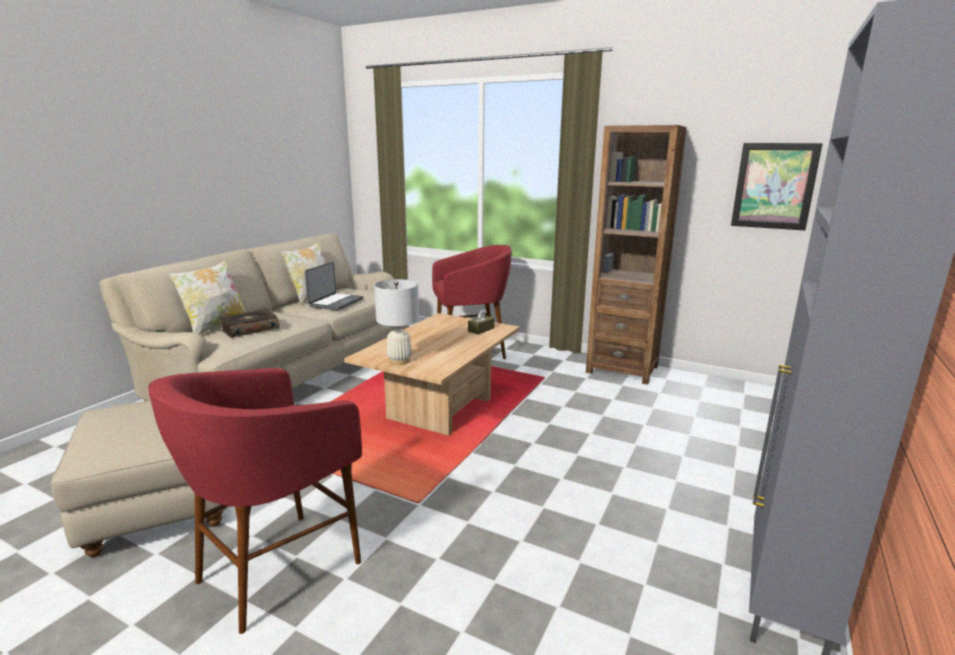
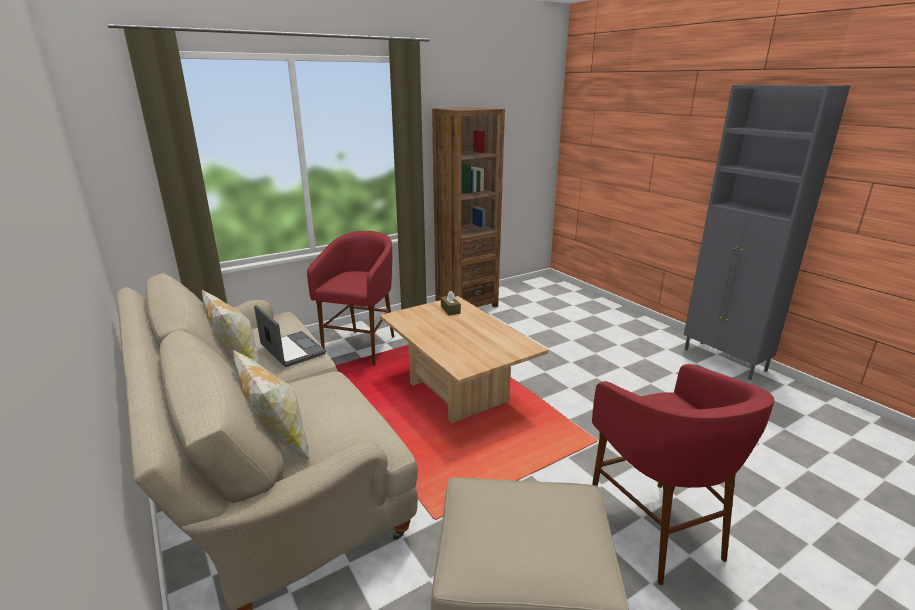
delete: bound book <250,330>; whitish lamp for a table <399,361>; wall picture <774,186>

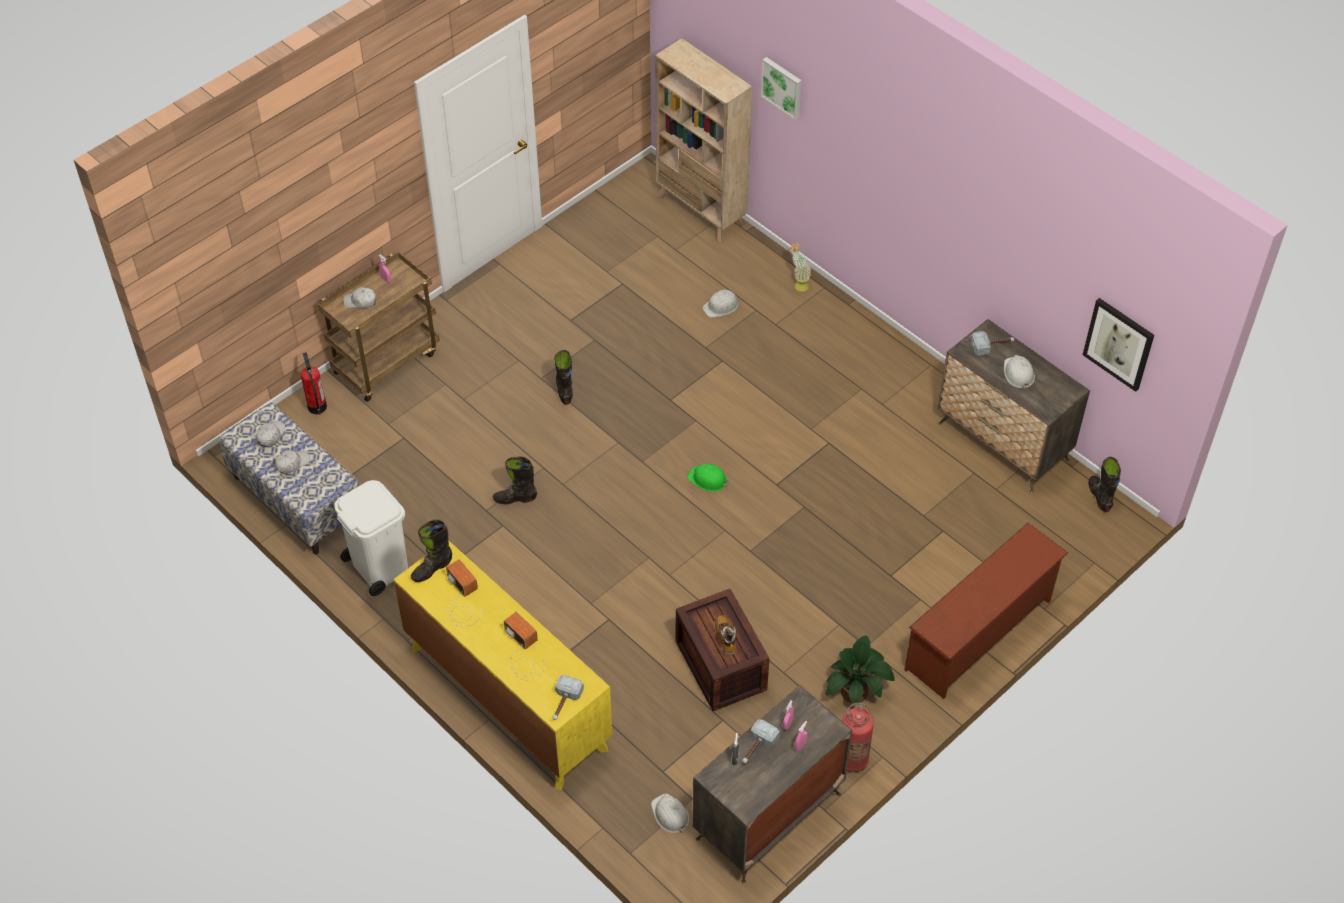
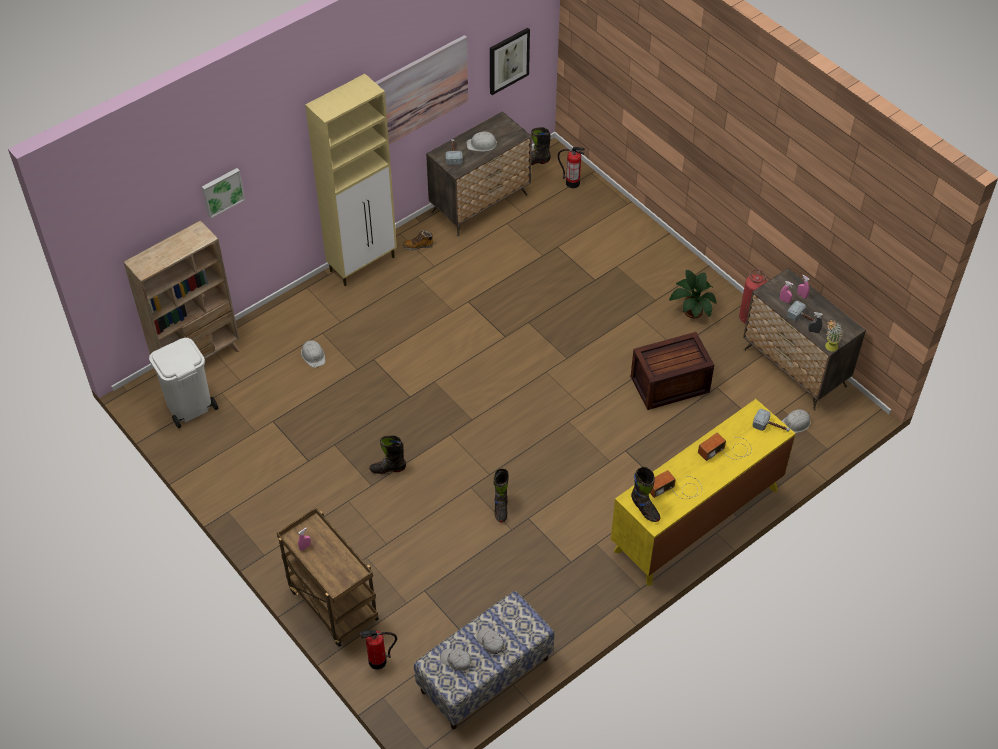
delete: whitish peaked cap <360,301>; greenish hard hat <708,479>; brown shoe shelf <979,636>
insert: sand-coloured cabinet <363,264>; wall picture <421,91>; fire-fighting cylinder <572,183>
move: whitish trash can <379,566> to <189,407>; boot <726,637> to <418,246>; potted plant <798,284> to <829,348>

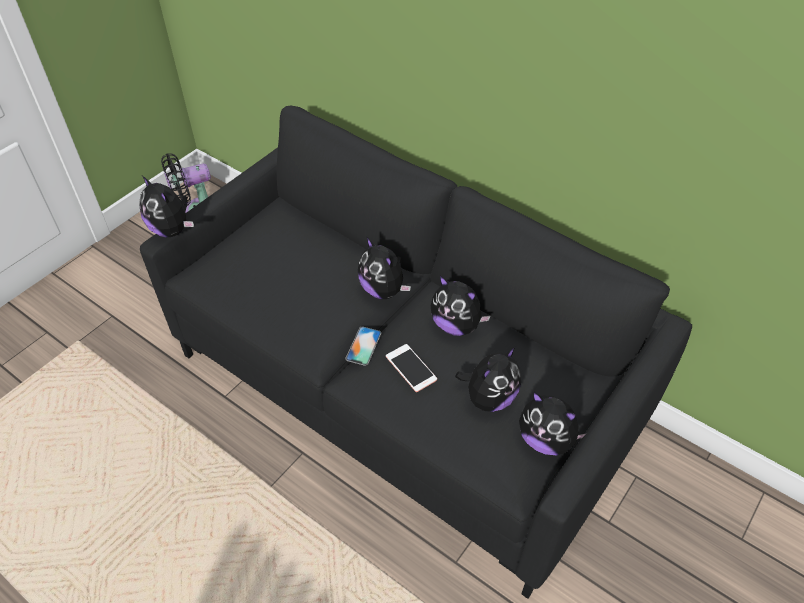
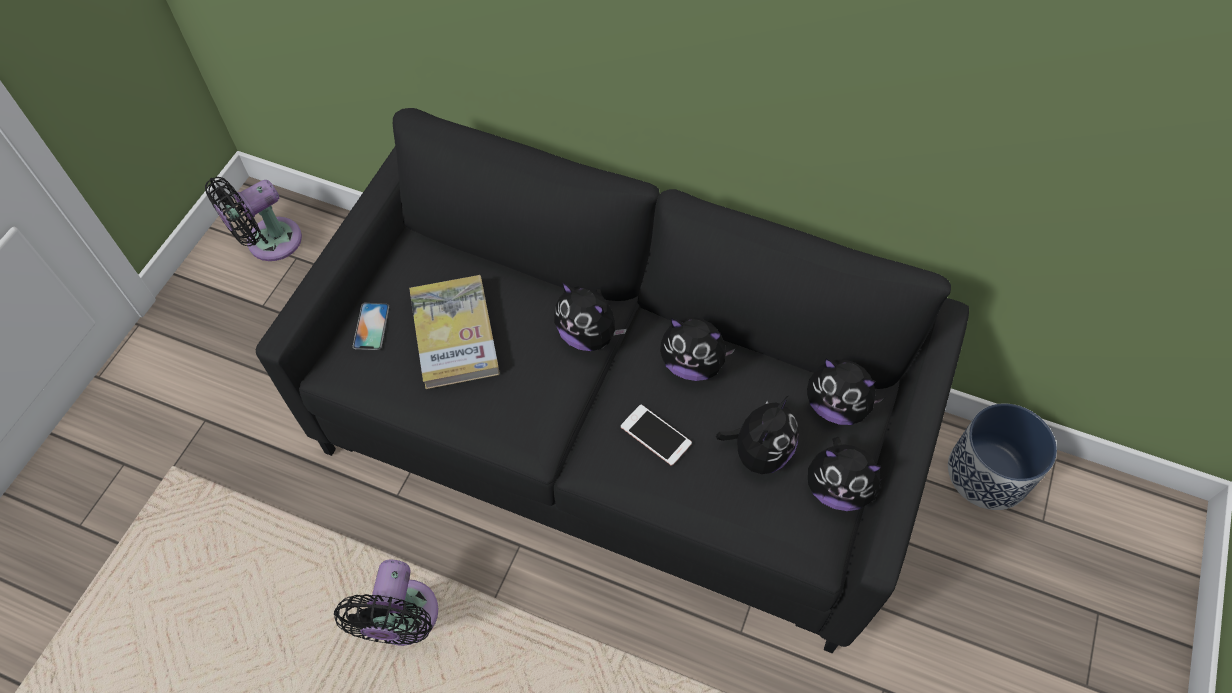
insert: blackish fan <403,621>; bound book <454,334>; flower pot <988,473>
move: soft toy <172,230> to <836,406>; phone <363,346> to <371,326>

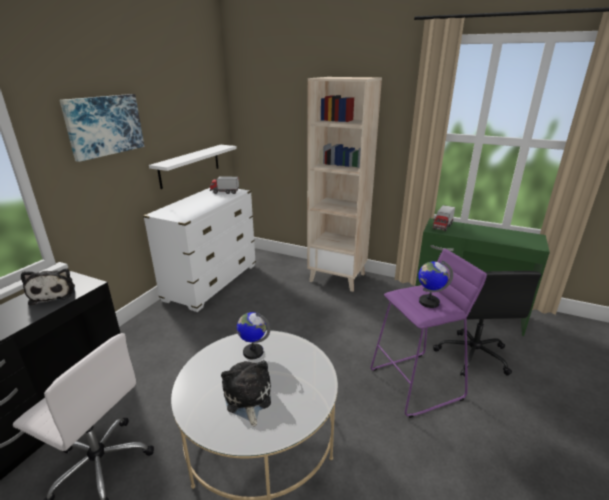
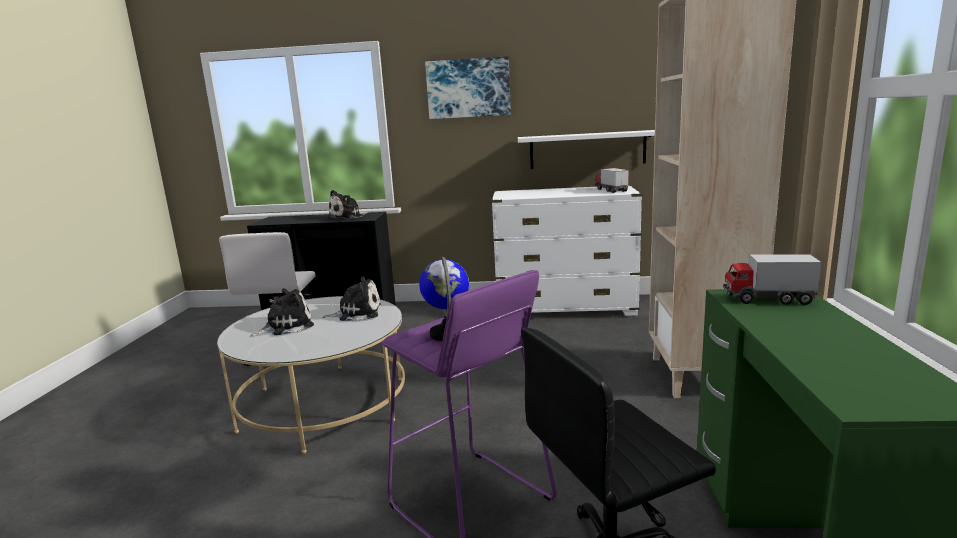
replace: desk globe <253,352> to soft toy <357,313>

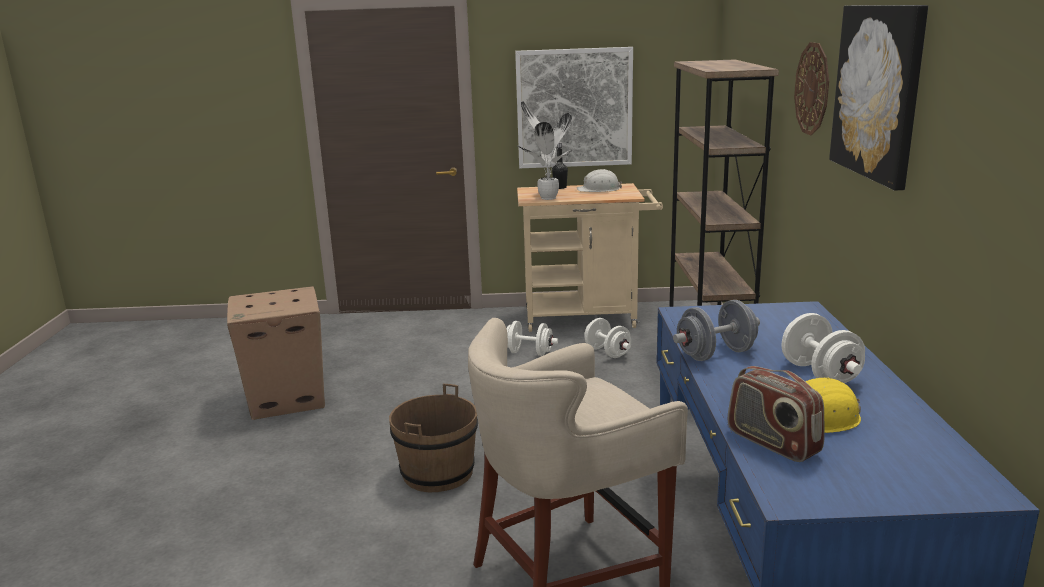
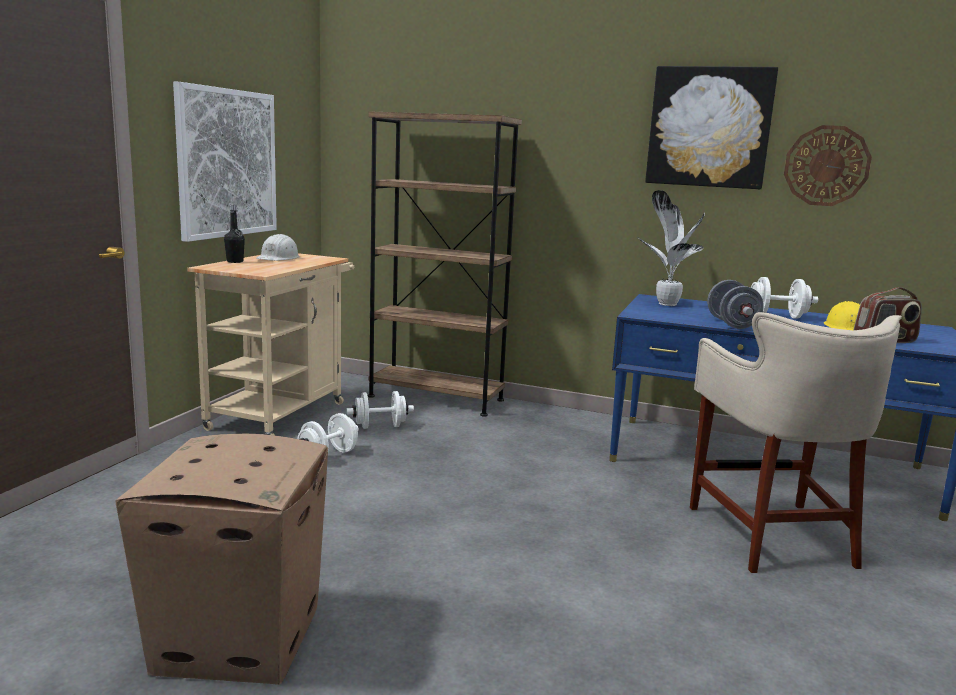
delete: brown water bucket <437,472>
move: potted plant <547,198> to <666,304>; wall clock <812,89> to <826,166>

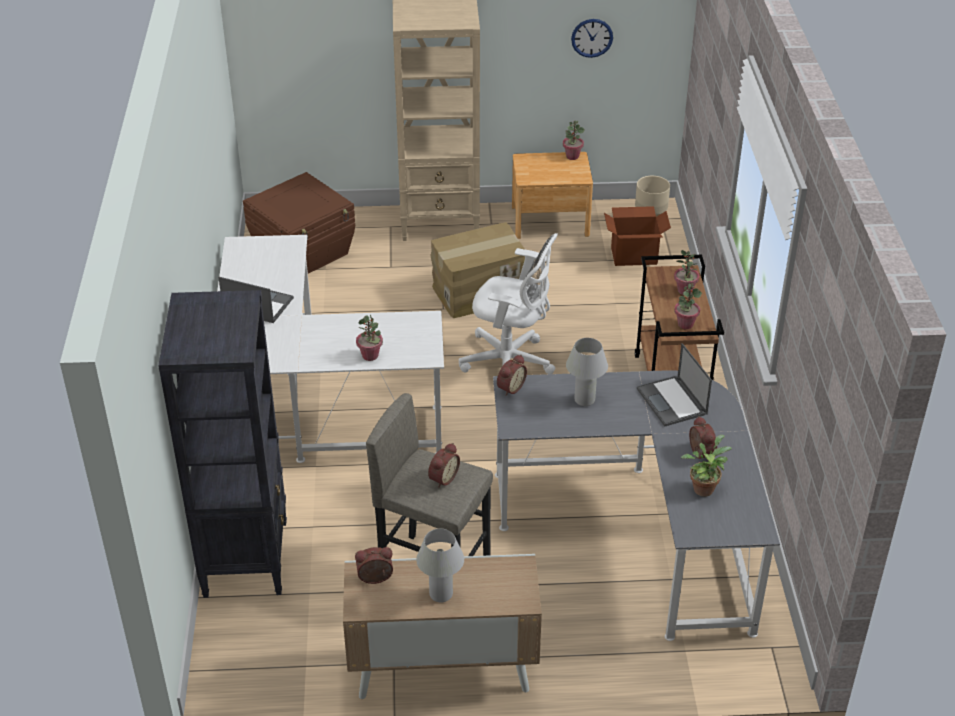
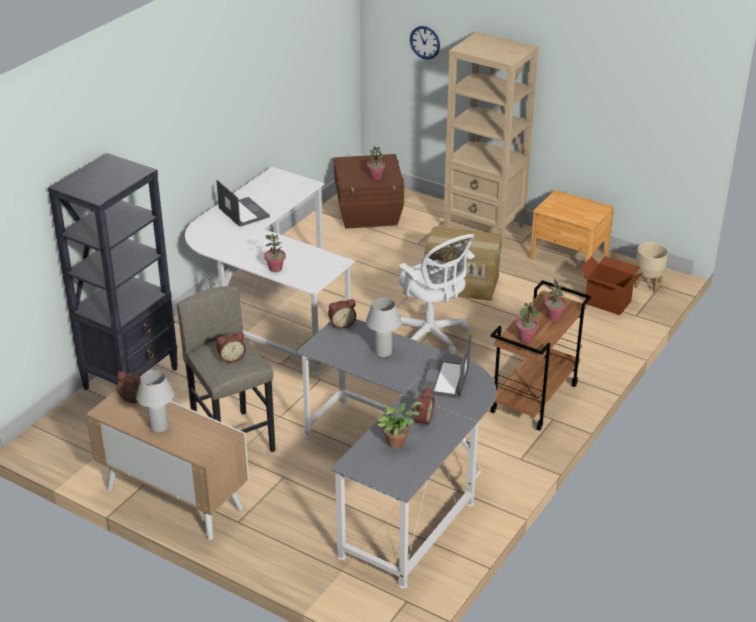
move: potted plant <572,156> to <376,177>; wall clock <592,38> to <425,42>

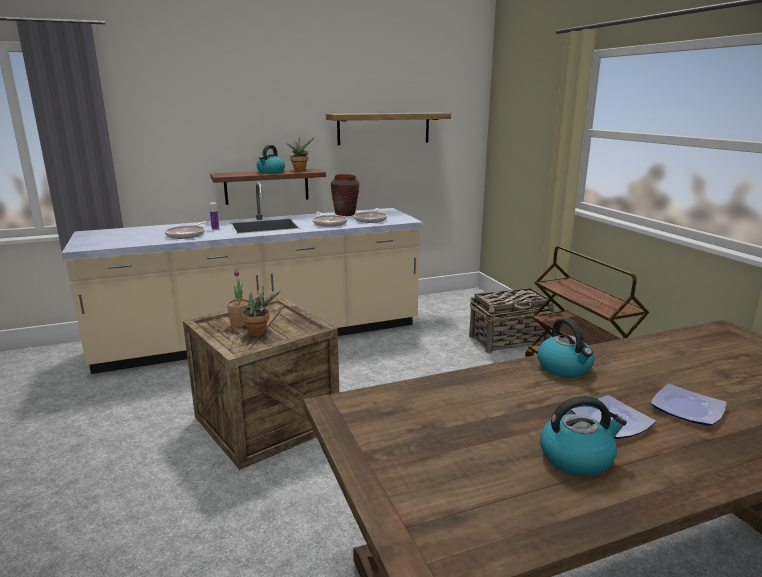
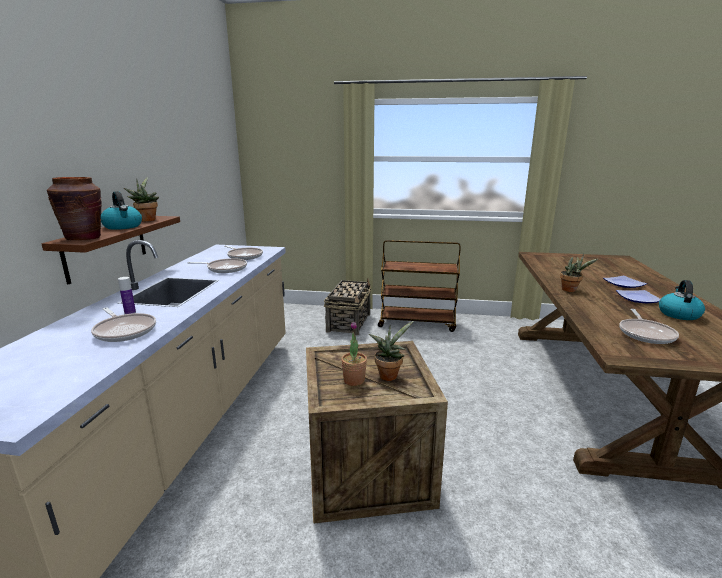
delete: bracket shelf <384,128>
insert: frying pan <645,334>
move: brown vase <345,214> to <84,238>
replace: tea kettle <565,368> to potted plant <571,290>

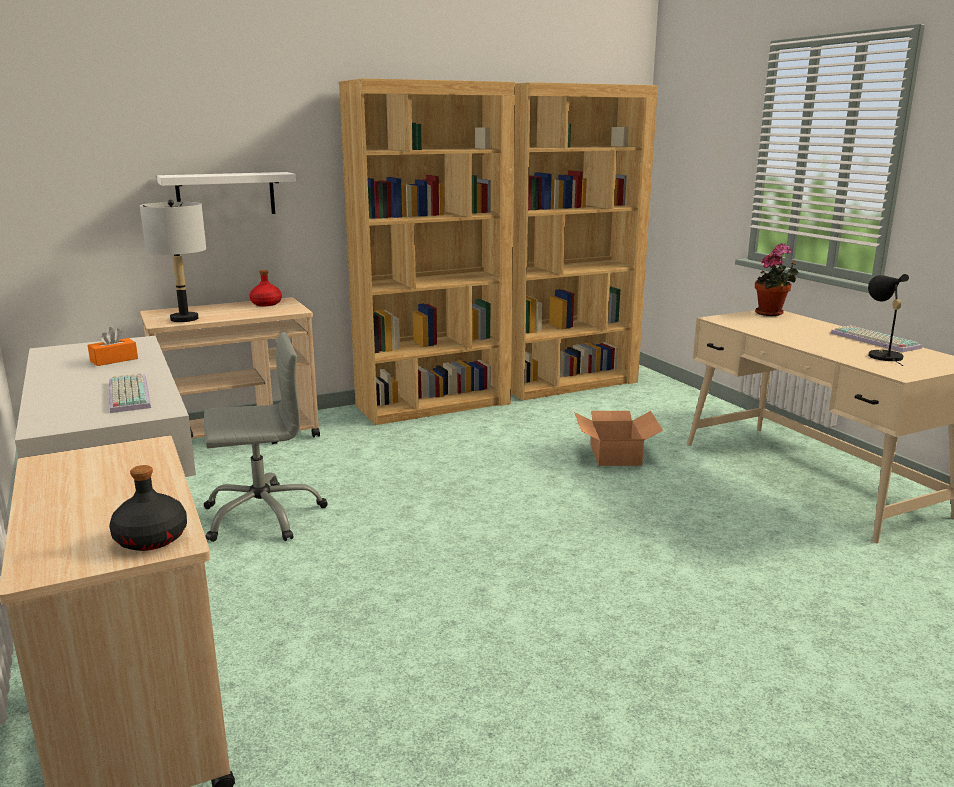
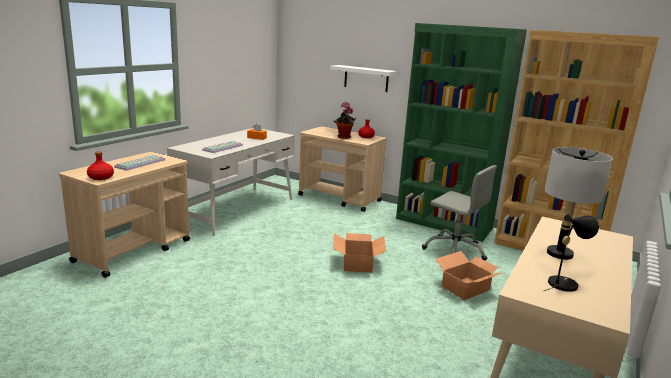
insert: carton <358,263>
move: gray lamp for a table <184,319> to <559,254>; gray desk chair <262,515> to <455,250>; potted plant <771,313> to <344,137>; computer keyboard <872,340> to <140,163>
recolor: blackish bottle <151,539> to red-coloured bottle <100,177>; brown shelving unit <434,404> to greenish shelving unit <444,223>

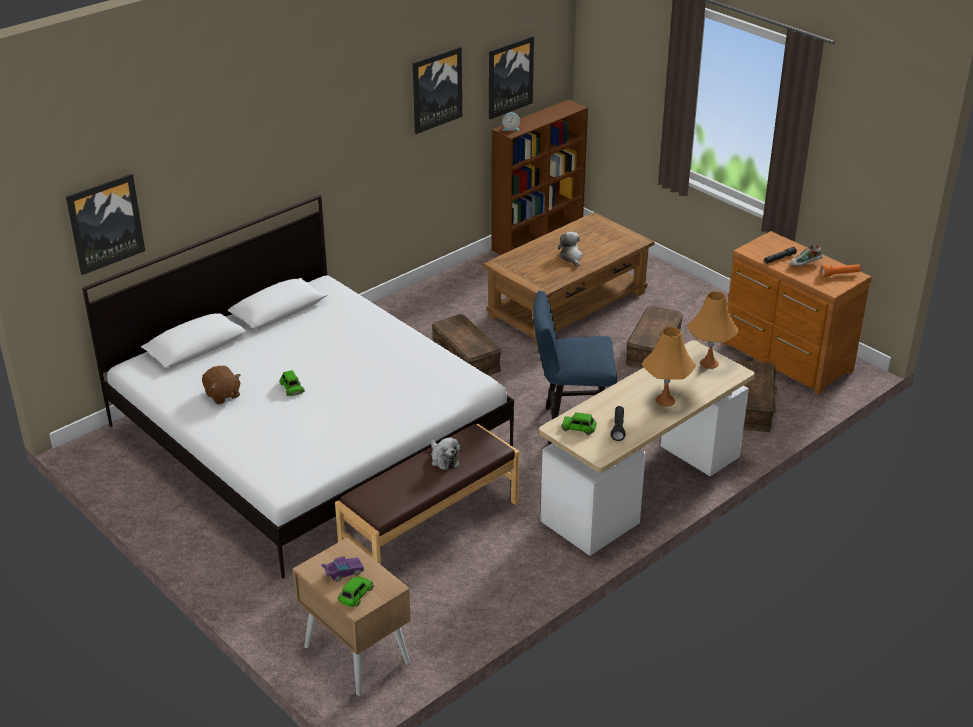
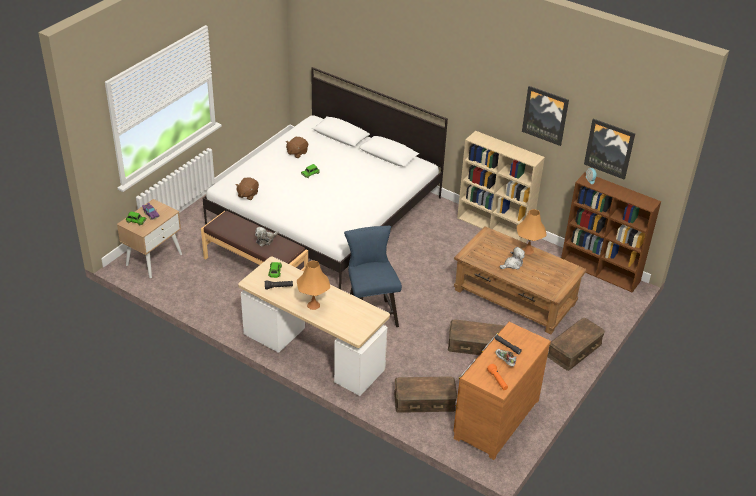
delete: wall picture <105,223>
insert: brown soft toy <247,194>; sand-coloured shelving unit <495,227>
move: brown storage container <466,357> to <575,350>; orange lamp for a table <709,363> to <528,250>

